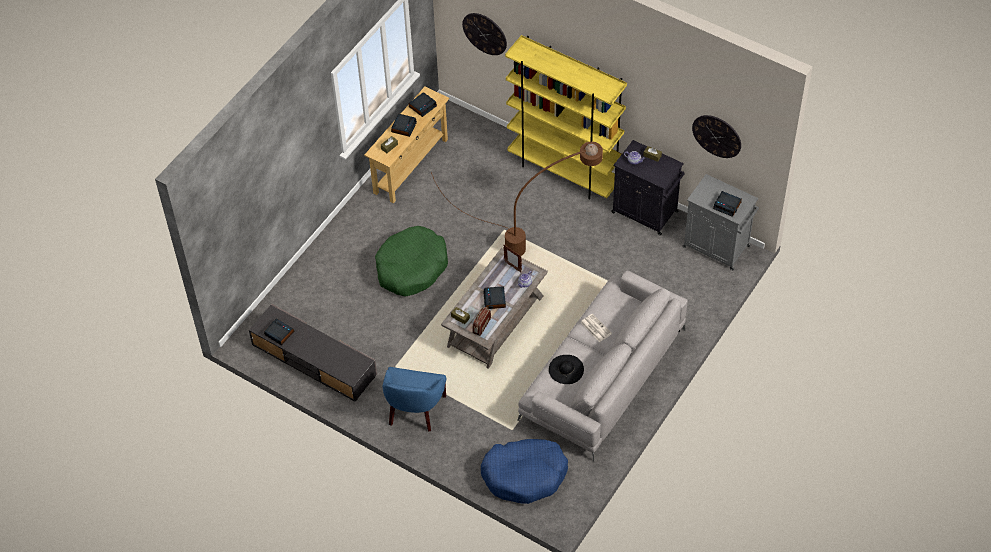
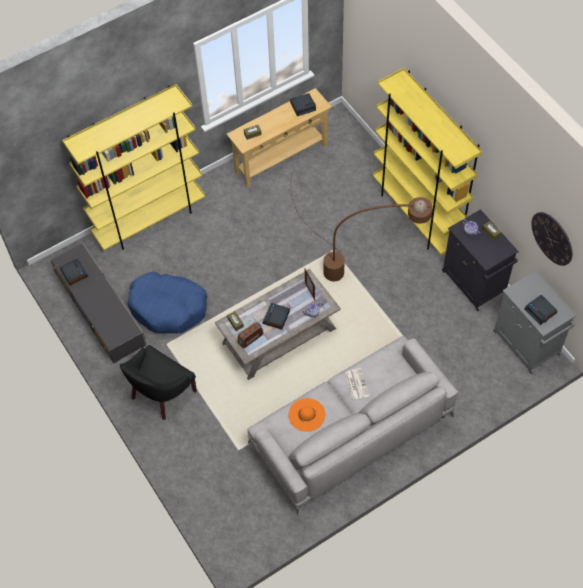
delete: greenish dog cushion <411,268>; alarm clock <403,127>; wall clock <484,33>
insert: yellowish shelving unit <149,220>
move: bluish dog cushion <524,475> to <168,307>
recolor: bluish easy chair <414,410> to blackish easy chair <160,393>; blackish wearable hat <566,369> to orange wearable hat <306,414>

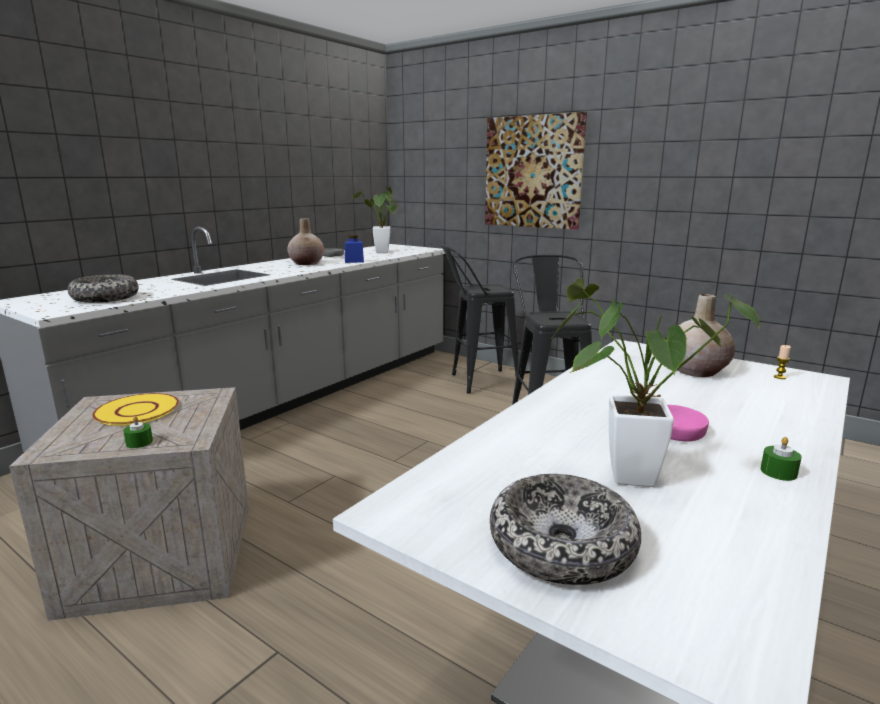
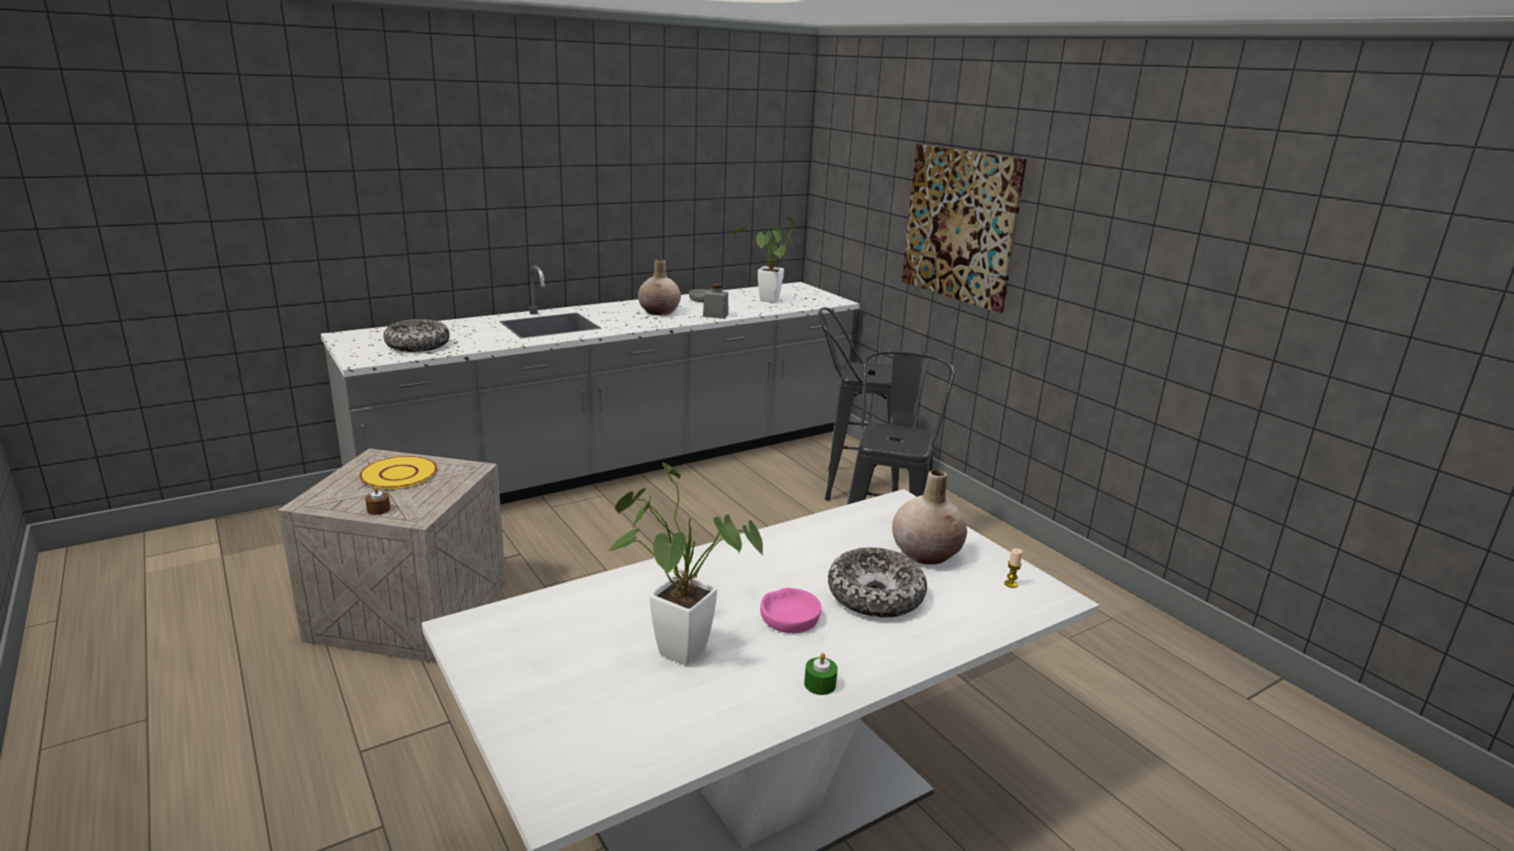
move: deep dish <562,545> to <875,595>
recolor: greenish candle <139,442> to brown candle <378,509>; bluish storage jar <354,261> to gray storage jar <715,315>

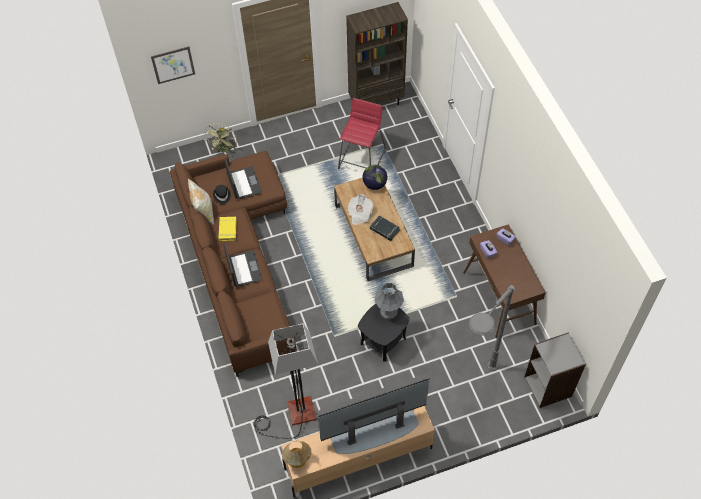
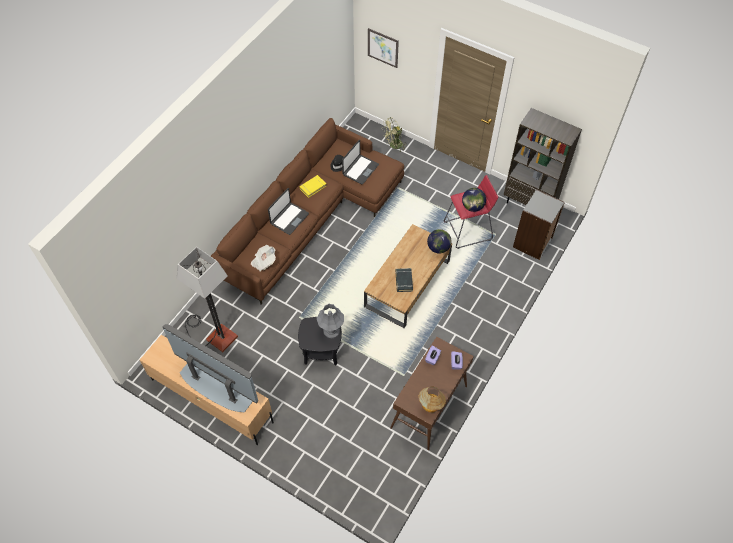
delete: cushion <203,212>; gray standard lamp <473,391>
insert: desk globe <472,207>
move: lamp for a table <298,461> to <430,407>; printed paper <359,214> to <263,262>; gray shelving unit <548,386> to <532,243>

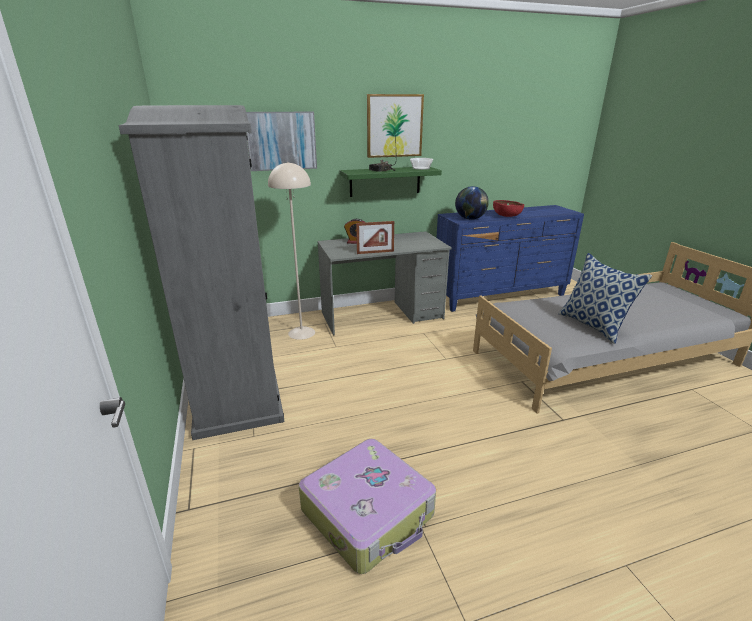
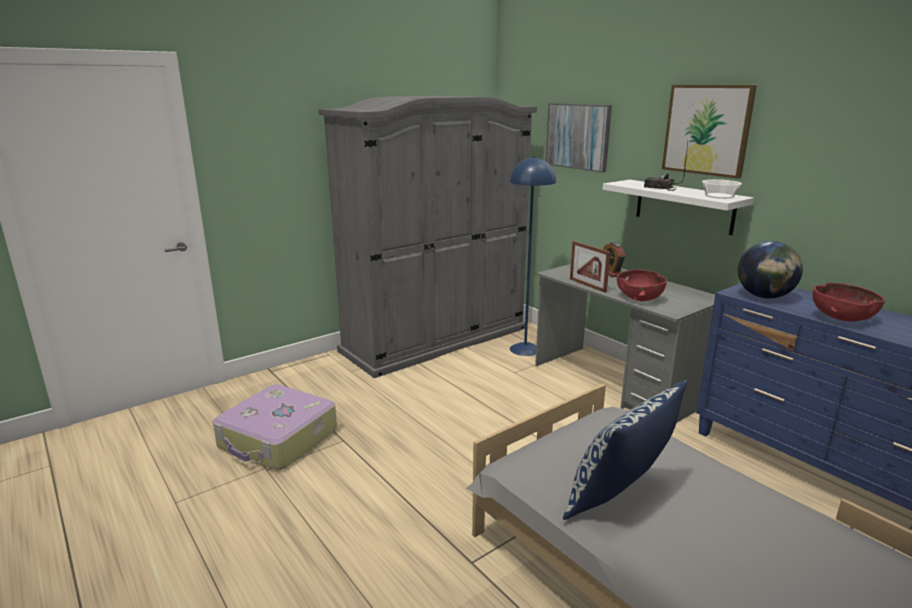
insert: red-coloured deep dish <639,298>
recolor: sand-coloured standard lamp <301,332> to bluish standard lamp <525,349>; greenish bracket shelf <385,181> to whitish bracket shelf <684,206>

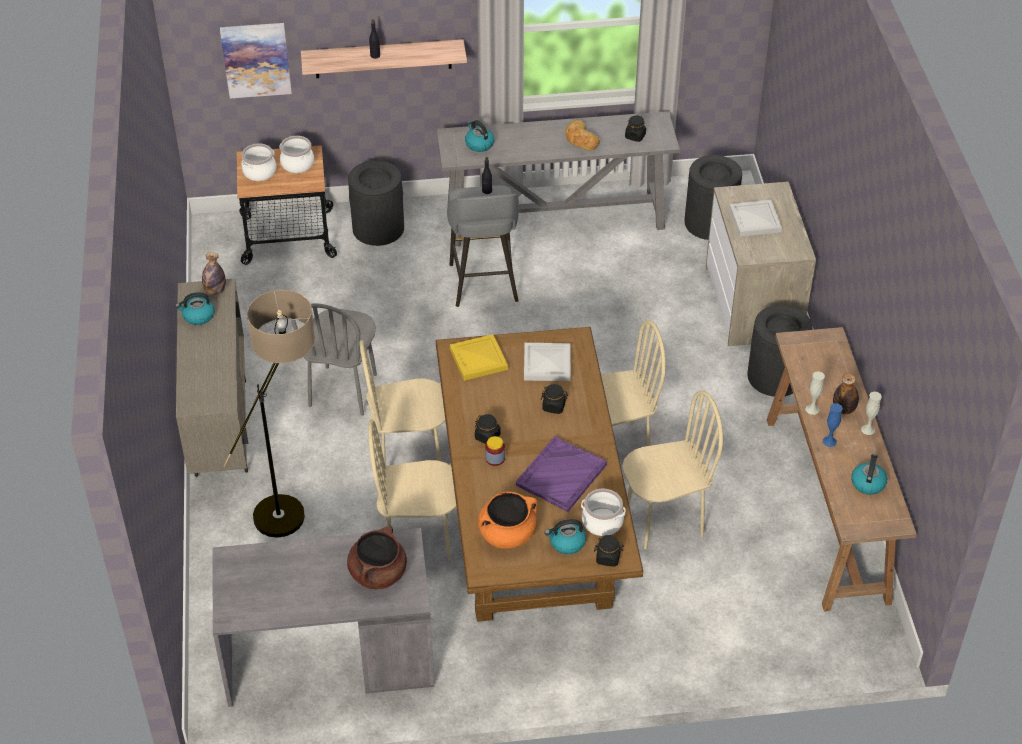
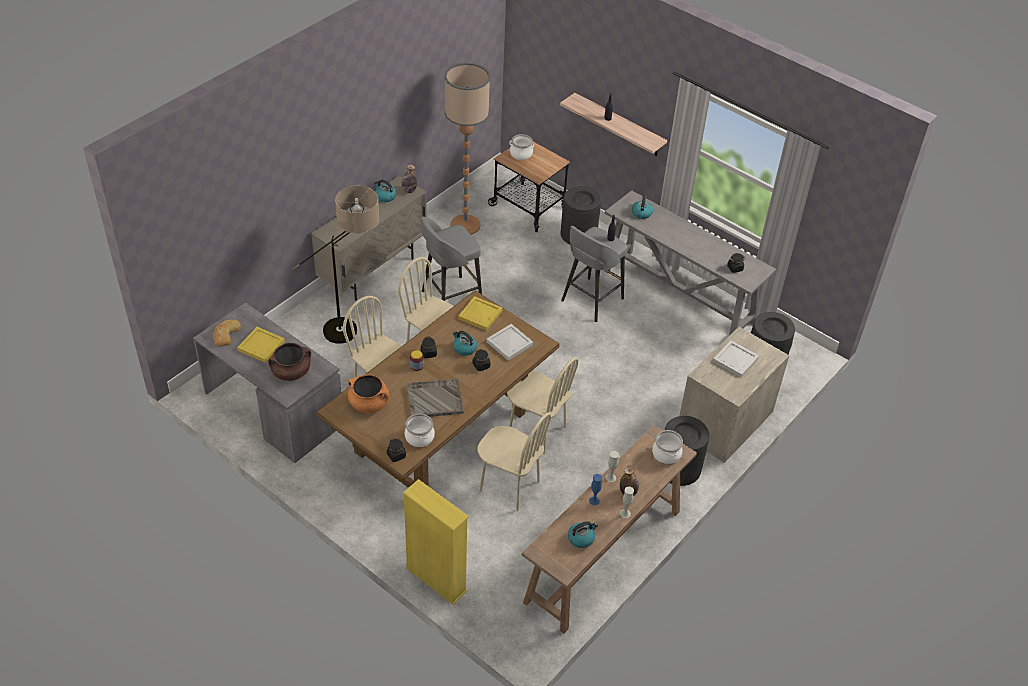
delete: wall picture <256,59>
insert: yellowish tray <260,346>; yellowish shelving unit <436,579>; standard lamp <465,225>
move: stockpot <297,164> to <666,454>; tea kettle <566,543> to <464,348>; baked bread <580,139> to <225,334>
replace: gray plain chair <343,390> to gray sitting stool <450,298>
recolor: purple tray <560,475> to gray tray <434,399>

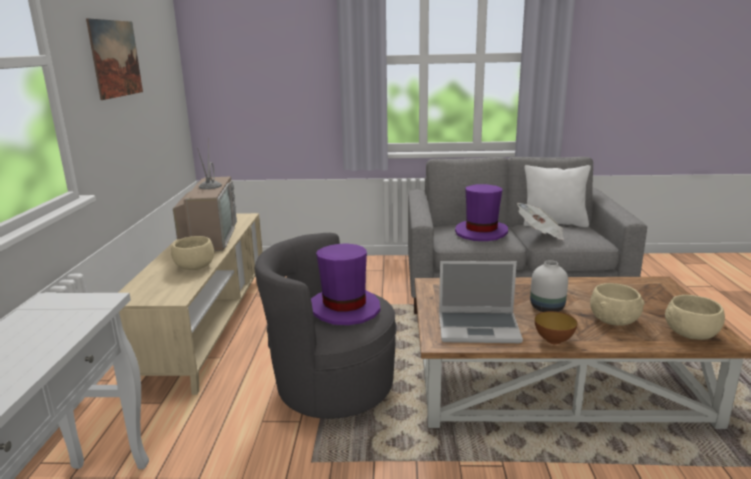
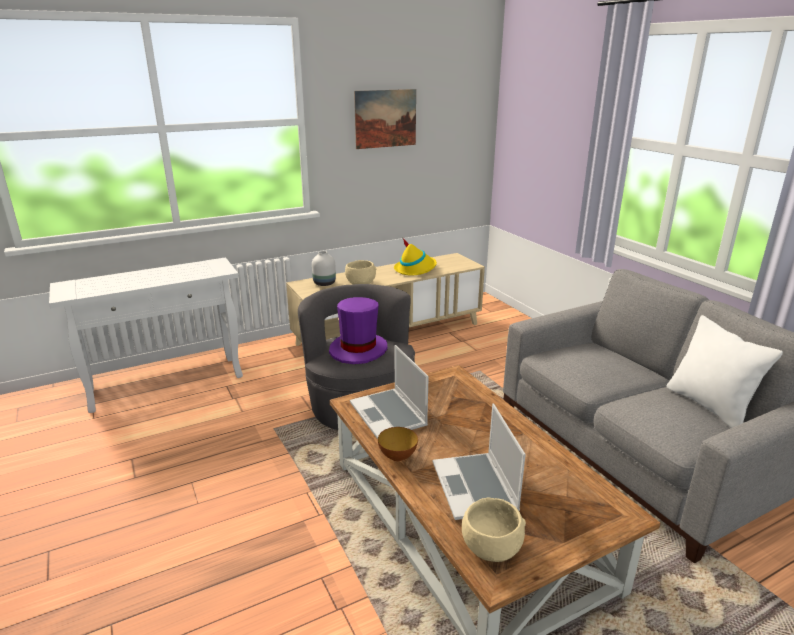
delete: purple wearable hat <481,232>; printed paper <540,233>
move: whitish vase <546,308> to <324,283>
replace: television <209,236> to yellowish wearable hat <415,269>; sand-coloured deep dish <614,320> to portable computer <476,488>

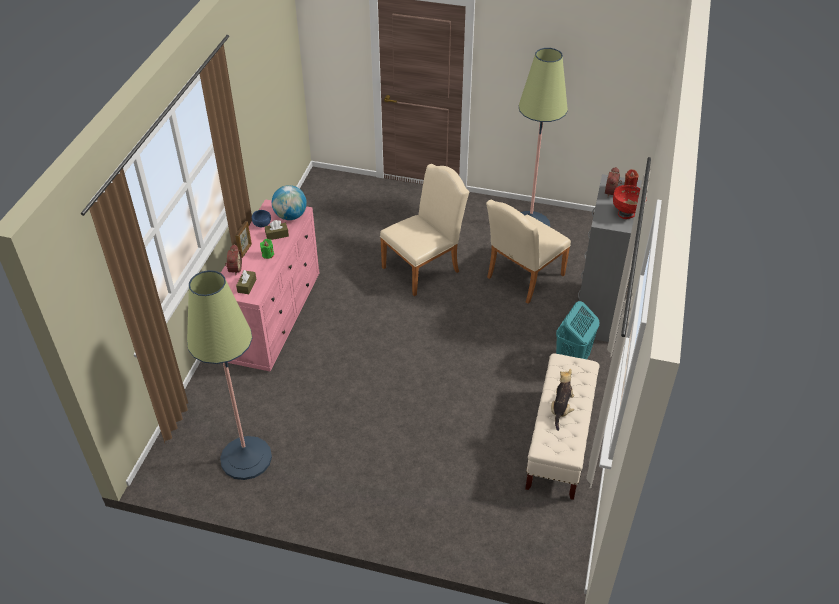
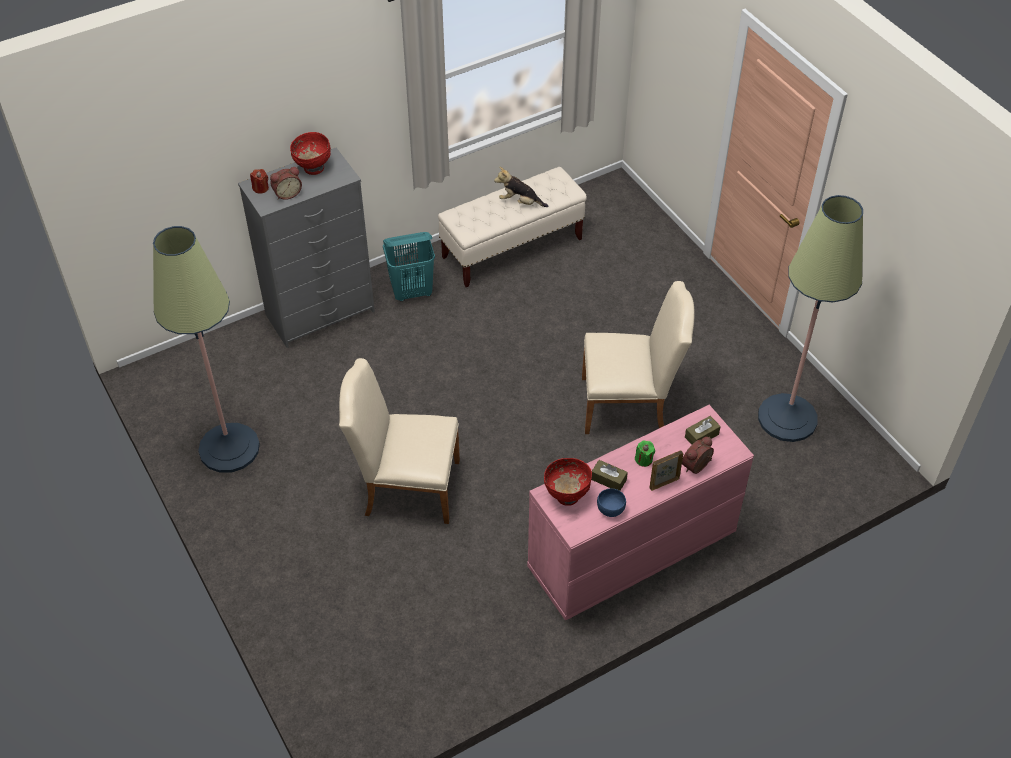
move: sand-coloured plain chair <522,278> to <630,405>
replace: desk globe <290,216> to red-coloured deep dish <567,495>
rotate: soft toy <561,409> = <520,202> 45 degrees clockwise

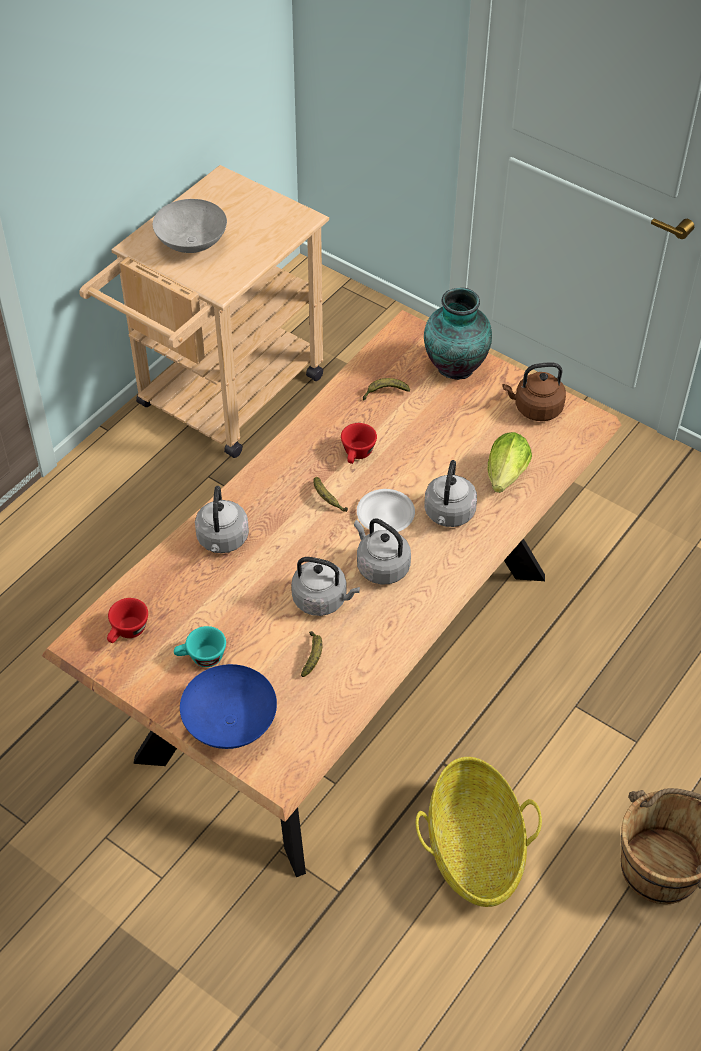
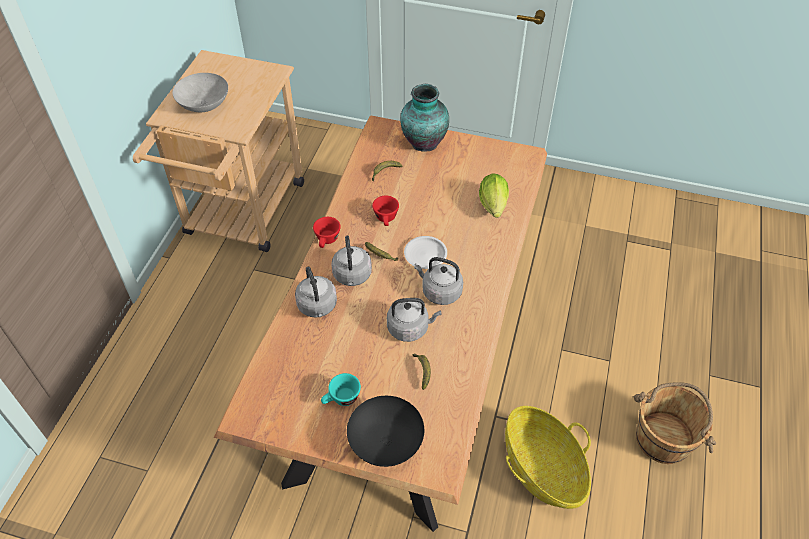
delete: brown tea kettle <535,408>
move: red-coloured drinking cup <127,632> to <327,241>; gray tea kettle <448,514> to <352,276>
recolor: bluish deep dish <232,724> to blackish deep dish <387,442>

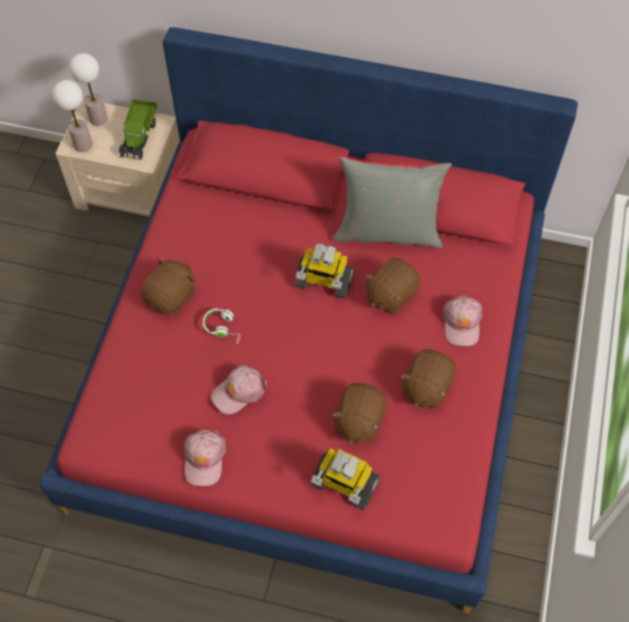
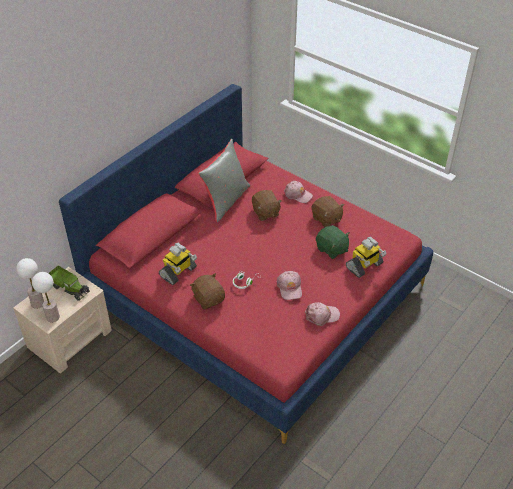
move: model robot <323,282> to <178,272>
recolor: brown soft toy <358,421> to greenish soft toy <331,249>
rotate: pink peaked cap <204,459> = <322,316> 45 degrees counterclockwise

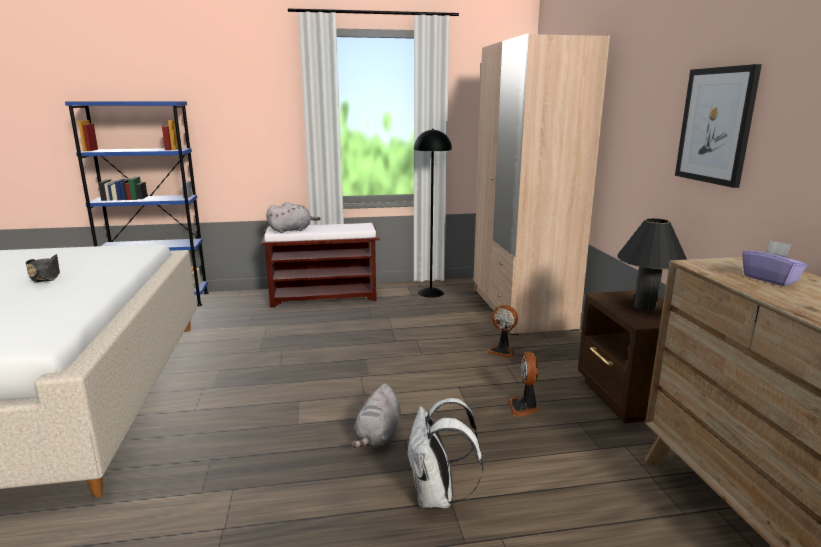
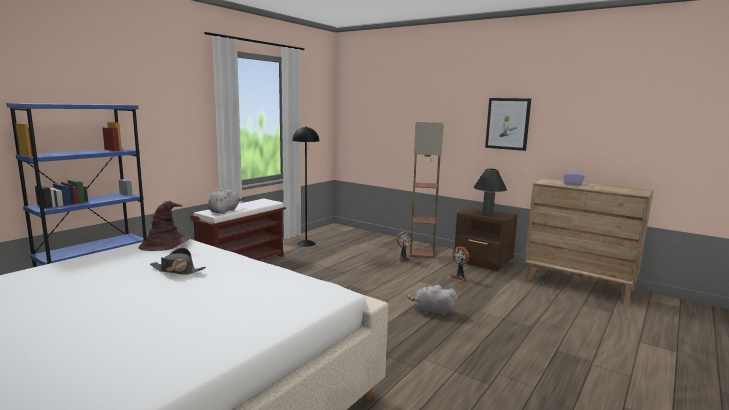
delete: whitish backpack <437,496>; sand-coloured wardrobe <521,309>
insert: brown wearable hat <166,244>; standard lamp <422,253>
rotate: gray soft toy <378,436> = <432,312> 135 degrees clockwise

